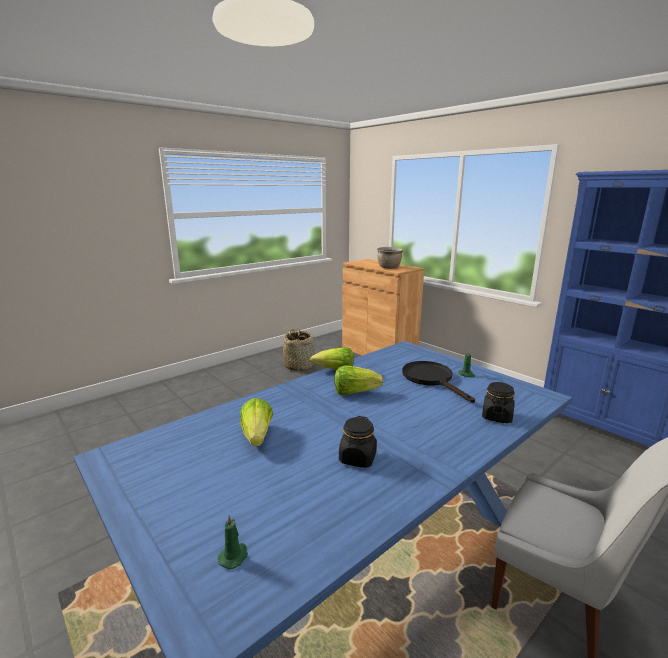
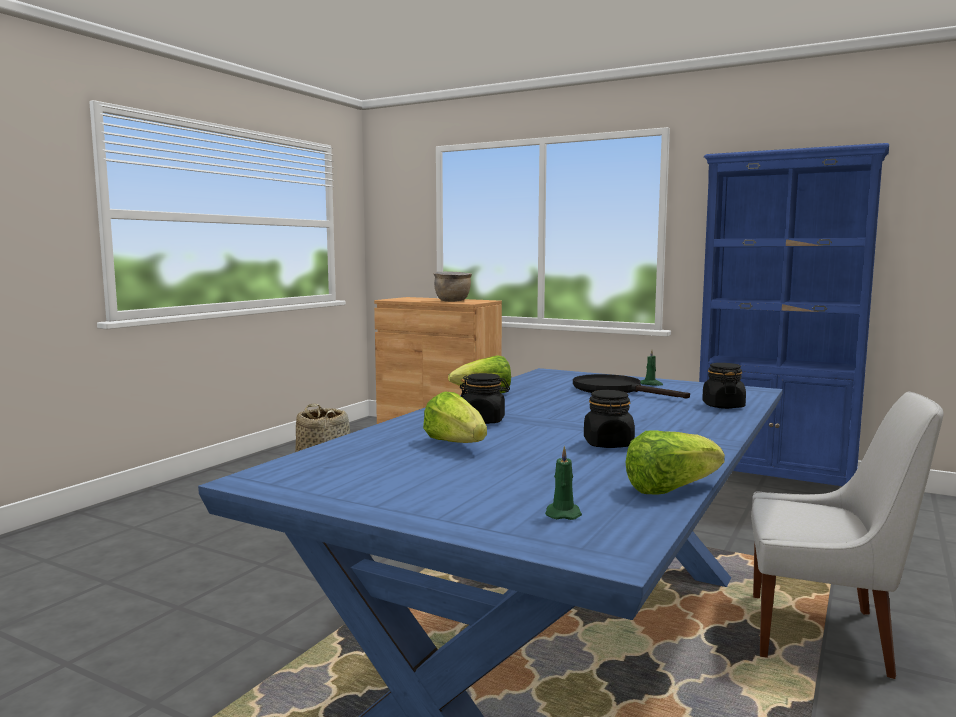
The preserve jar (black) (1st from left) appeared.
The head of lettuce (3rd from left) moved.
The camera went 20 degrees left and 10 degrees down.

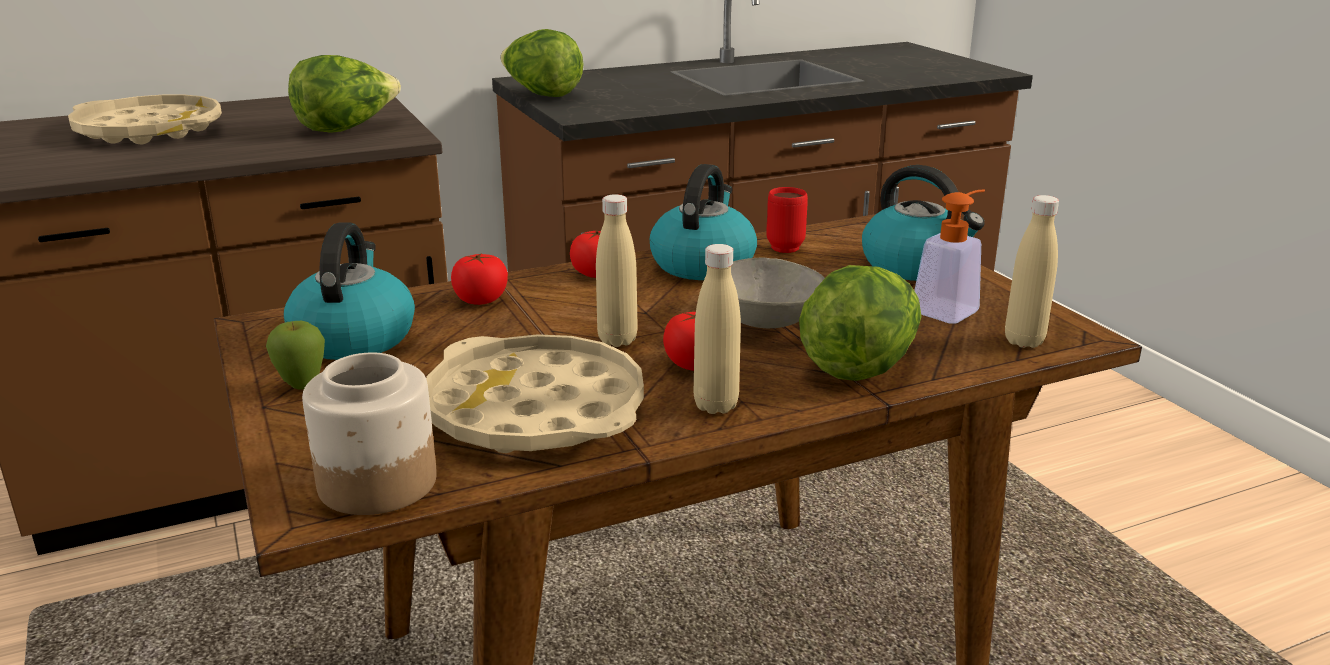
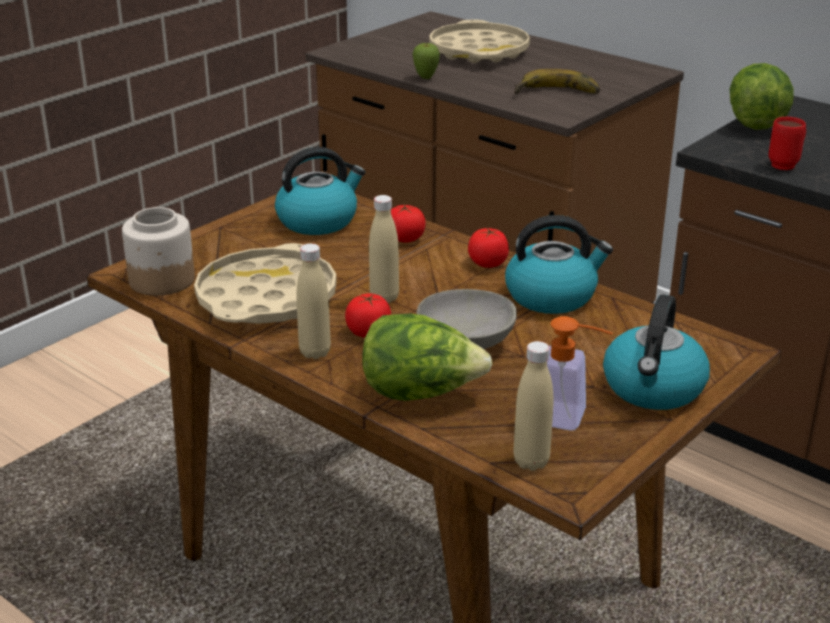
The apple fruit moved.
The head of lettuce (1st from left) was replaced by the whole banana.
The coffee mug (reddish) moved.
The camera went 65 degrees right and 5 degrees up.

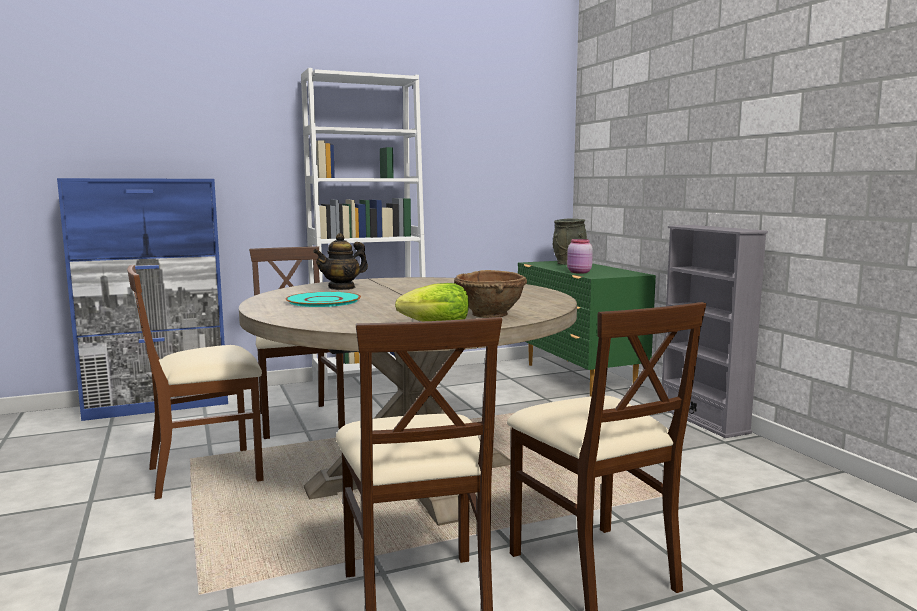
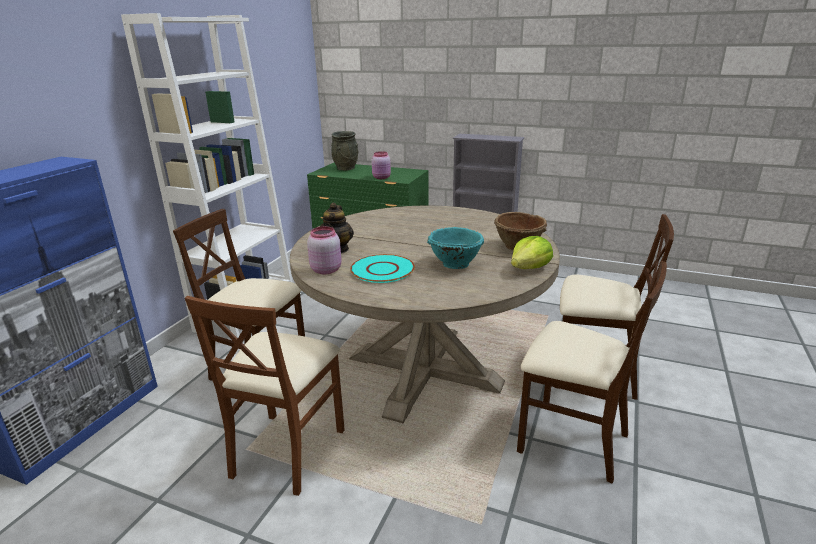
The preserve jar (pinkish) (1st from left) appeared.
The serving bowl (turquoise-coloured) appeared.
The camera went 45 degrees left and 15 degrees up.

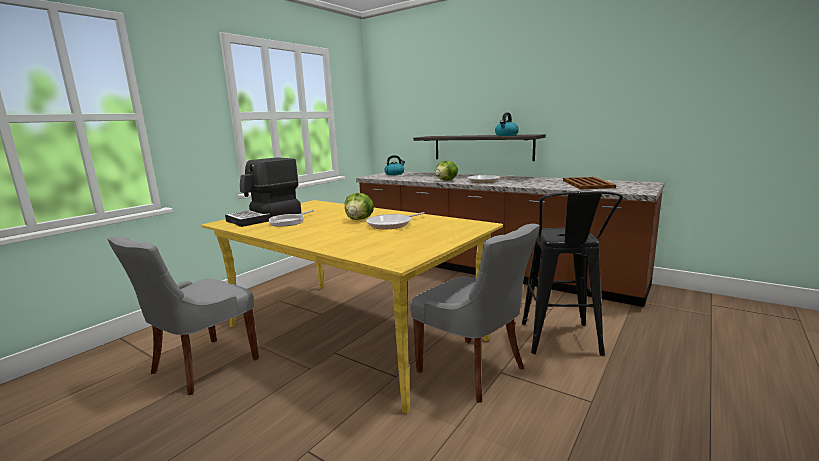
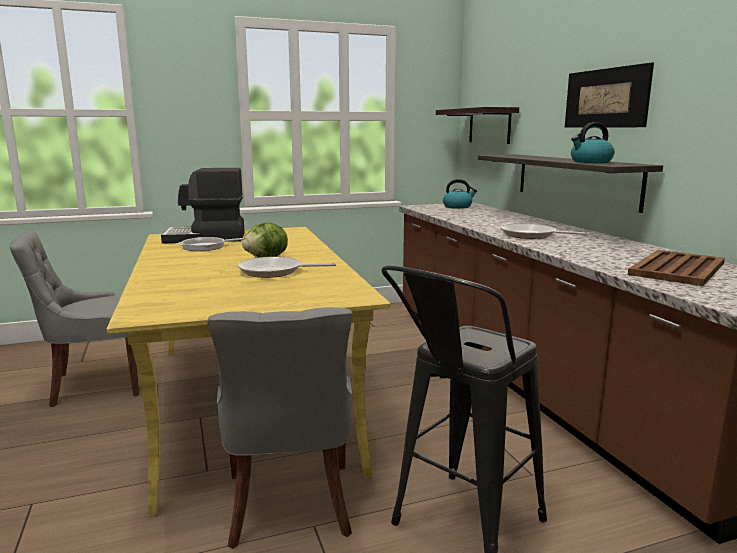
The wall shelf (1st from left) appeared.
The picture appeared.
The head of lettuce (2nd from left) disappeared.
The camera went 35 degrees right and 0 degrees up.

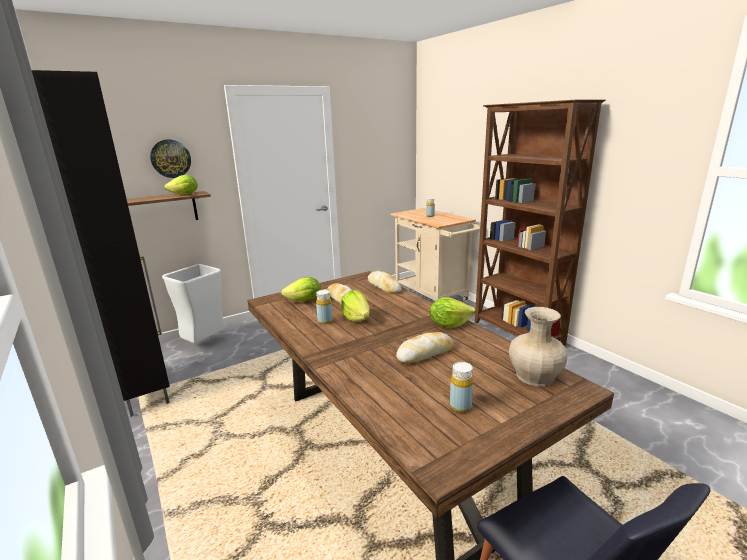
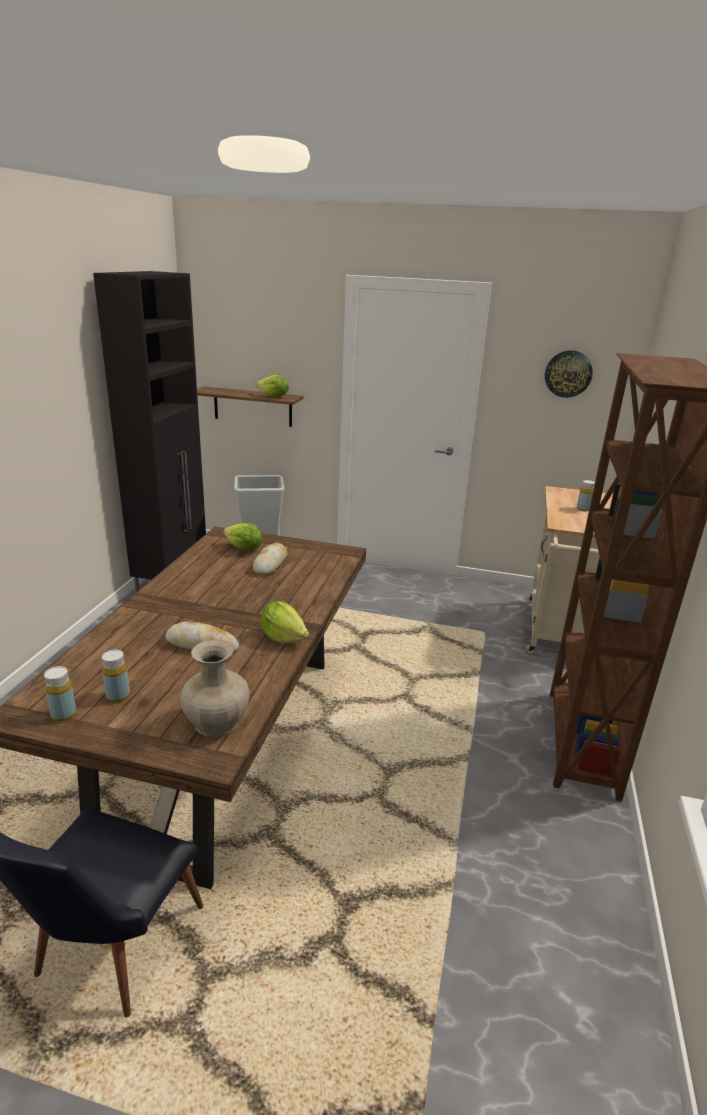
The drink bottle (yellowish) (1st from left) moved.
The clock on the wall moved.
The head of lettuce (3rd from left) disappeared.
The baked bread (2nd from left) disappeared.
The camera went 45 degrees right and 5 degrees up.

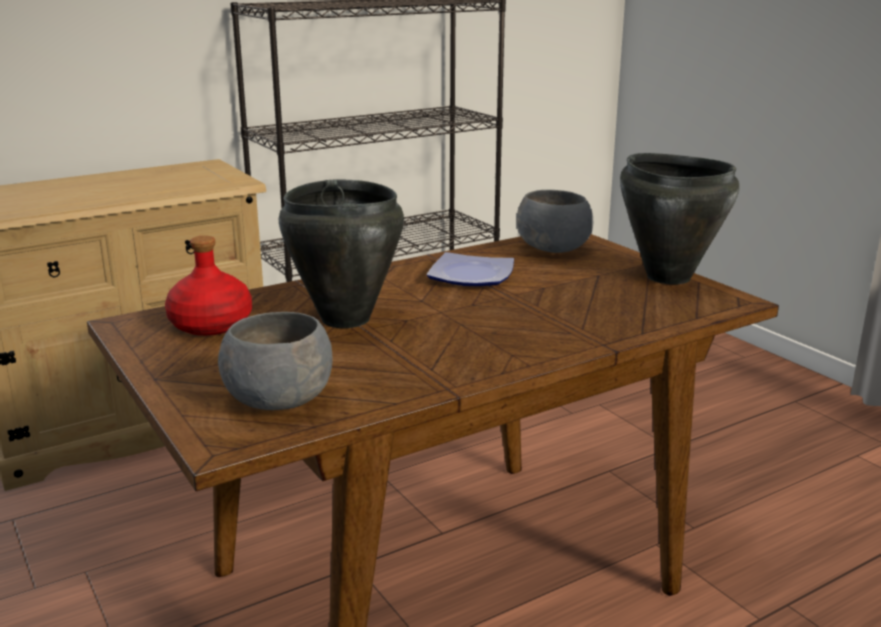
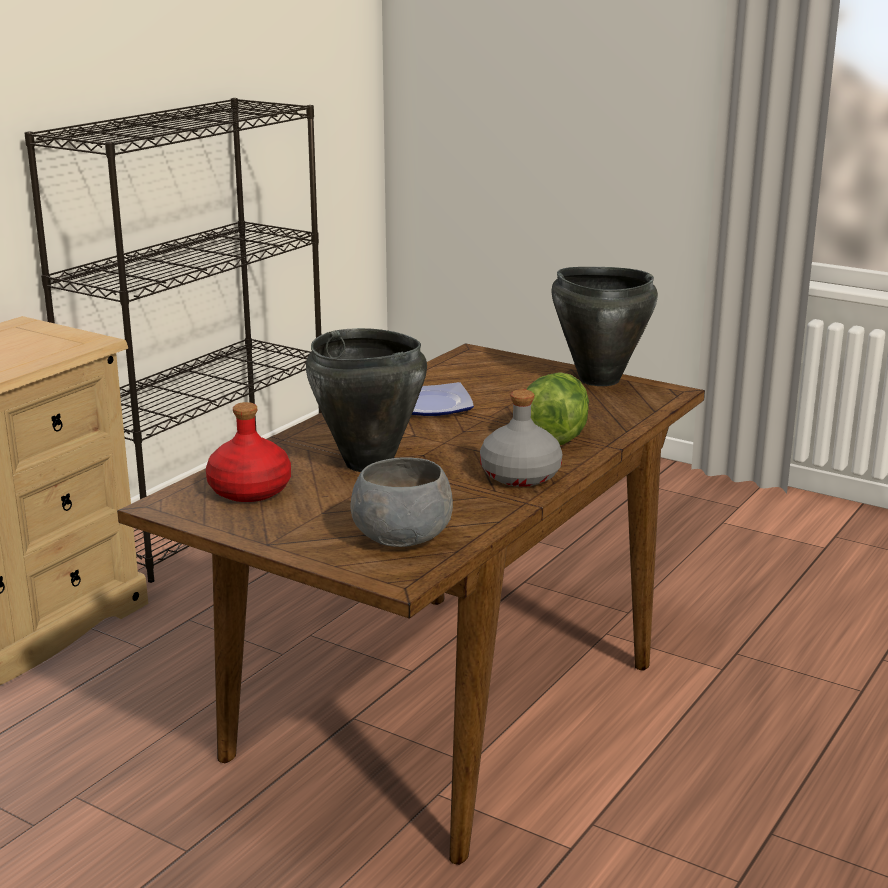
The drink bottle (greyish) appeared.
The head of lettuce appeared.
The serving bowl (greyish) (2nd from left) disappeared.
The camera went 25 degrees left and 0 degrees up.

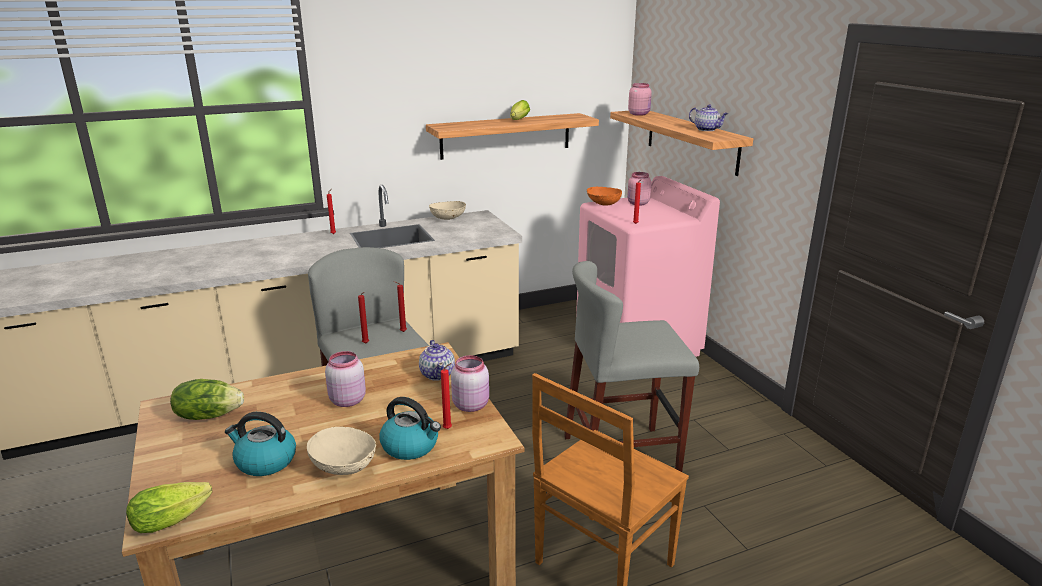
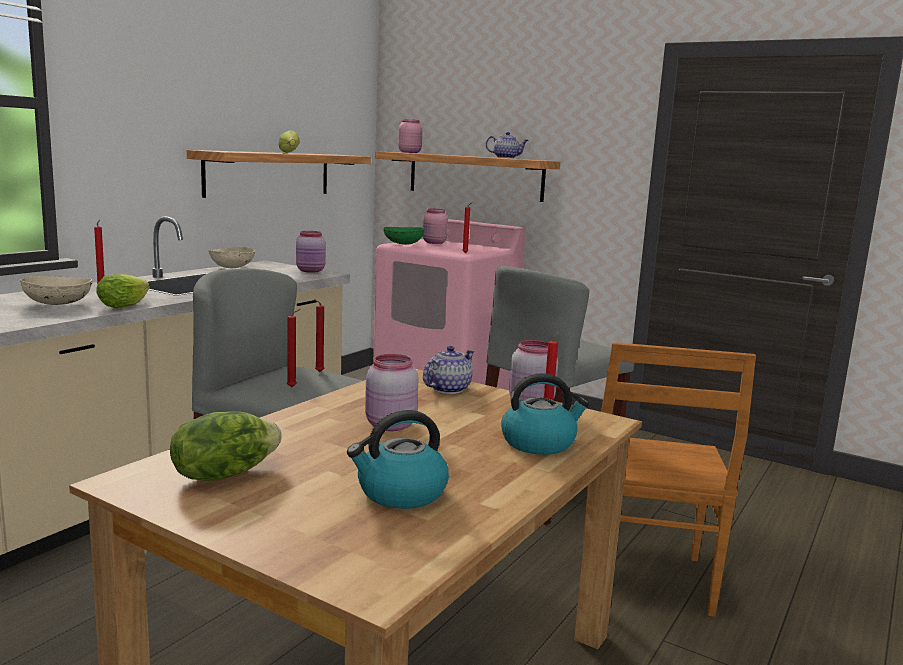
The serving bowl (beige-coloured) (1st from left) moved.
The head of lettuce (1st from left) moved.
The preserve jar (pinkish) (1st from left) appeared.
The serving bowl (orange-coloured) became the serving bowl (green).
The teapot (1st from left) turned 90 degrees counterclockwise.
The camera went 35 degrees left and 10 degrees down.

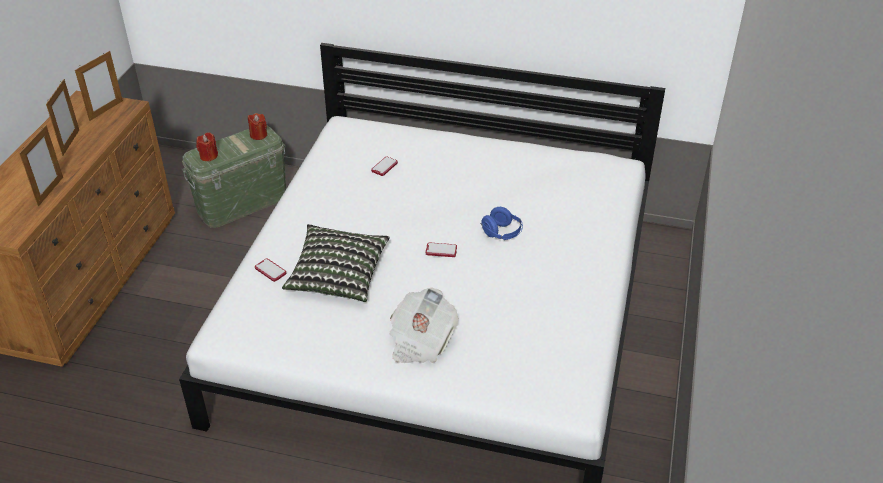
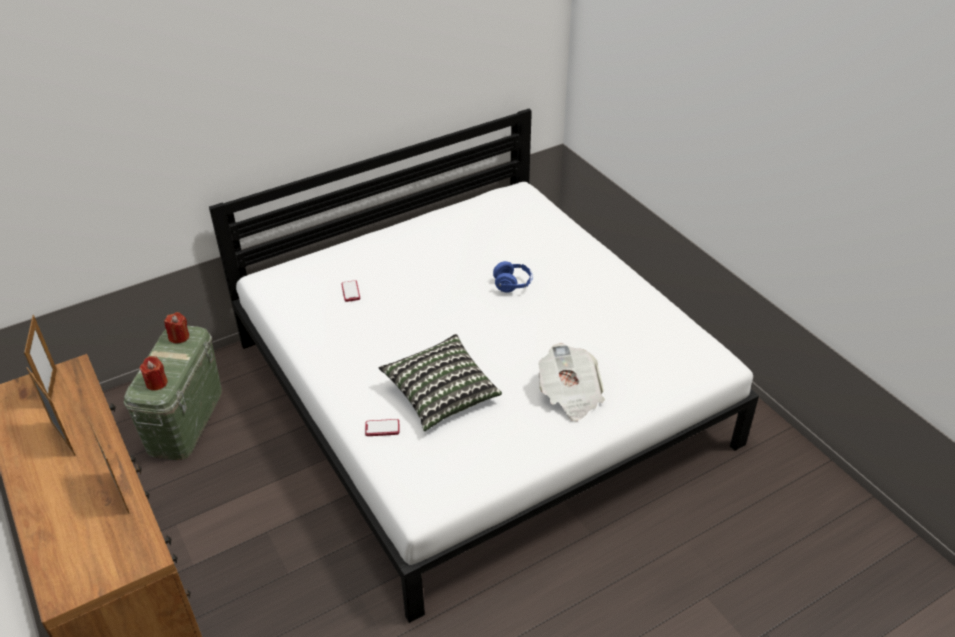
The handset (3rd from left) disappeared.
The camera went 45 degrees left and 0 degrees up.

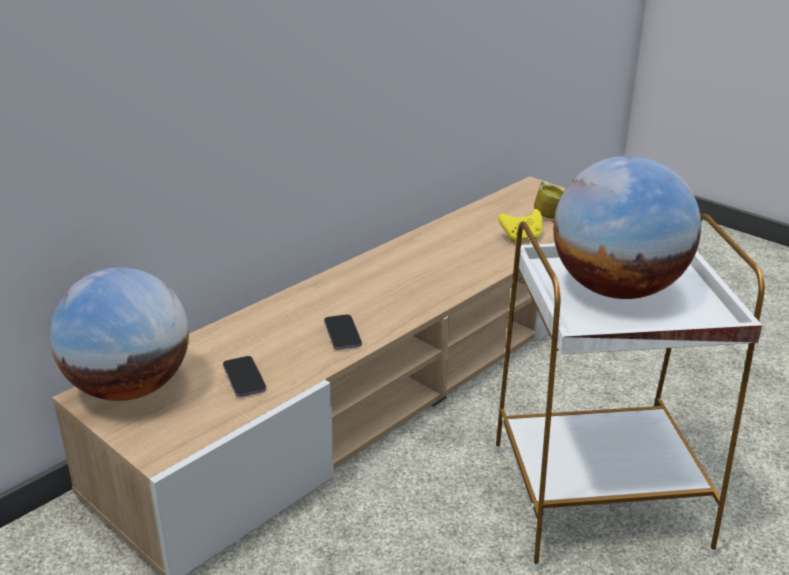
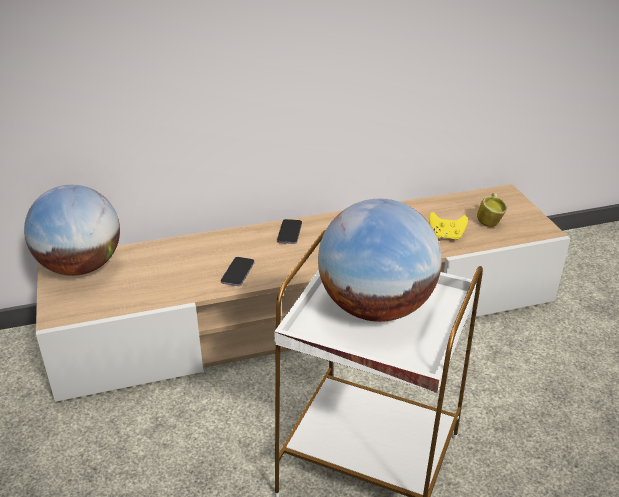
The handset (1st from left in the first image) moved.
The camera went 30 degrees right and 5 degrees up.

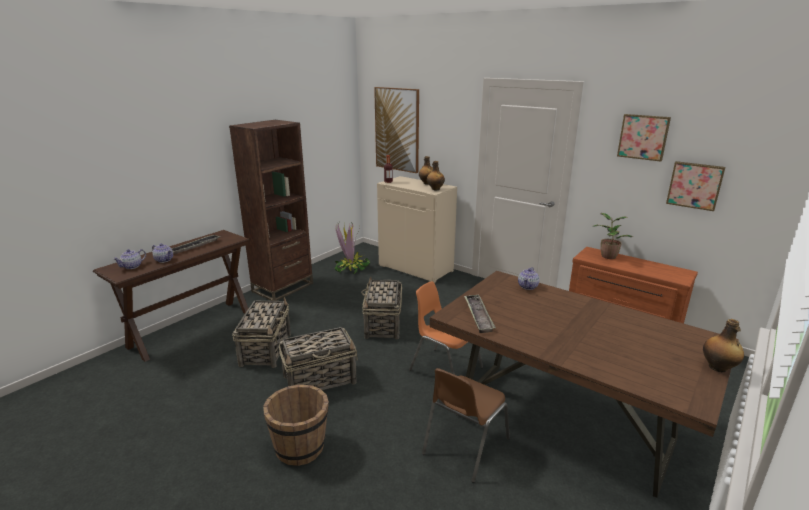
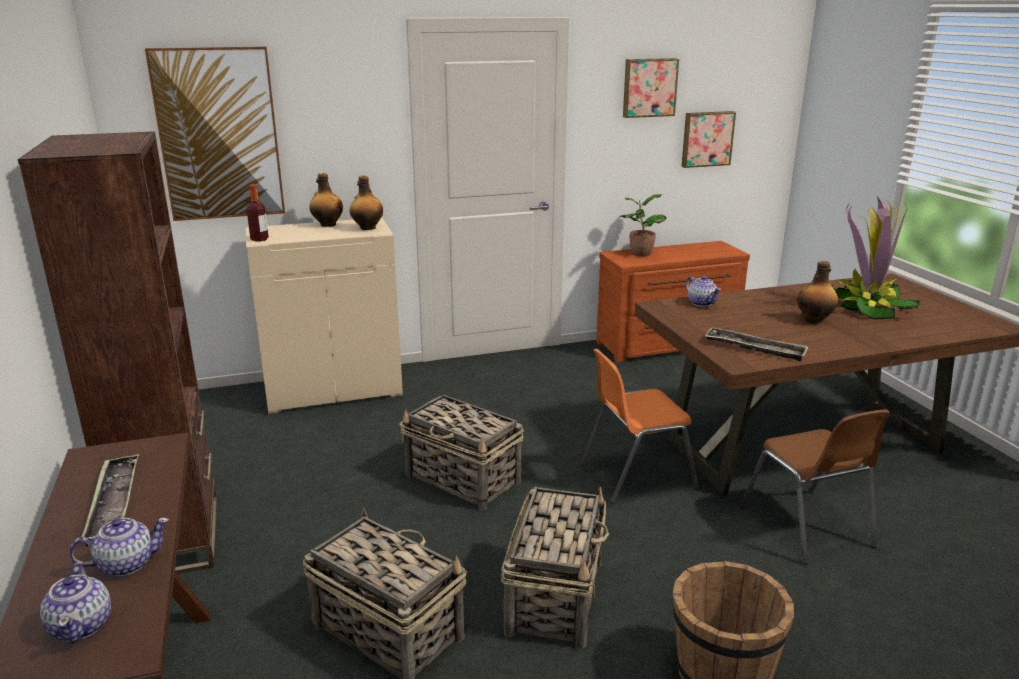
The drink bottle (4th from left) moved.
The plant in a pot (1st from left in the first image) moved.
The camera went 55 degrees left and 0 degrees up.

